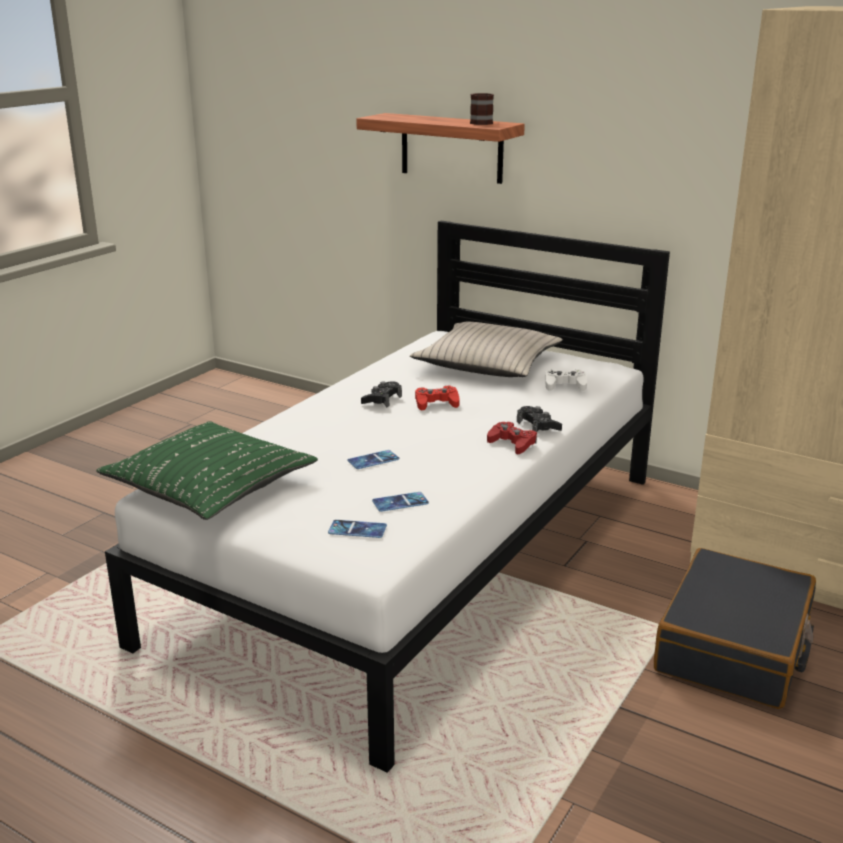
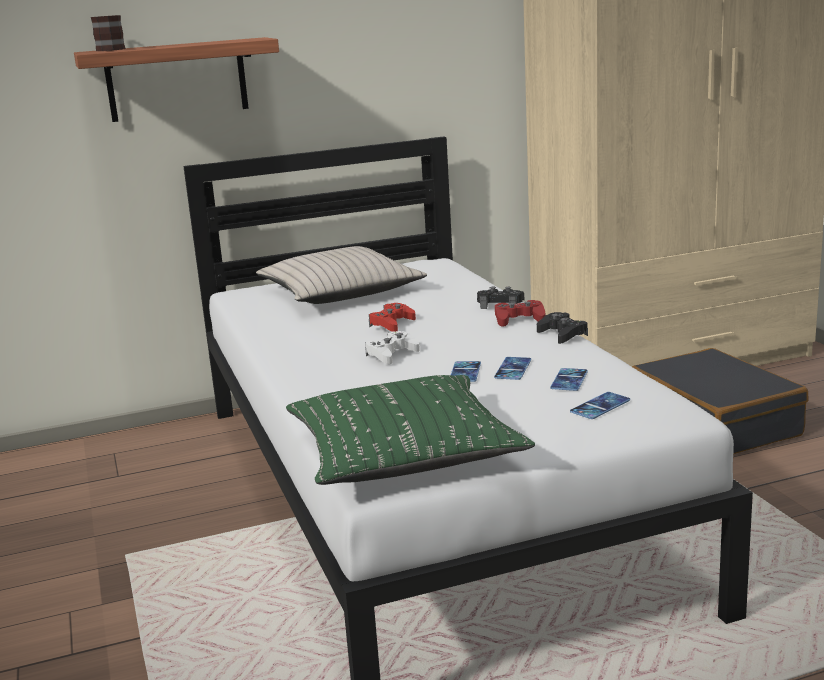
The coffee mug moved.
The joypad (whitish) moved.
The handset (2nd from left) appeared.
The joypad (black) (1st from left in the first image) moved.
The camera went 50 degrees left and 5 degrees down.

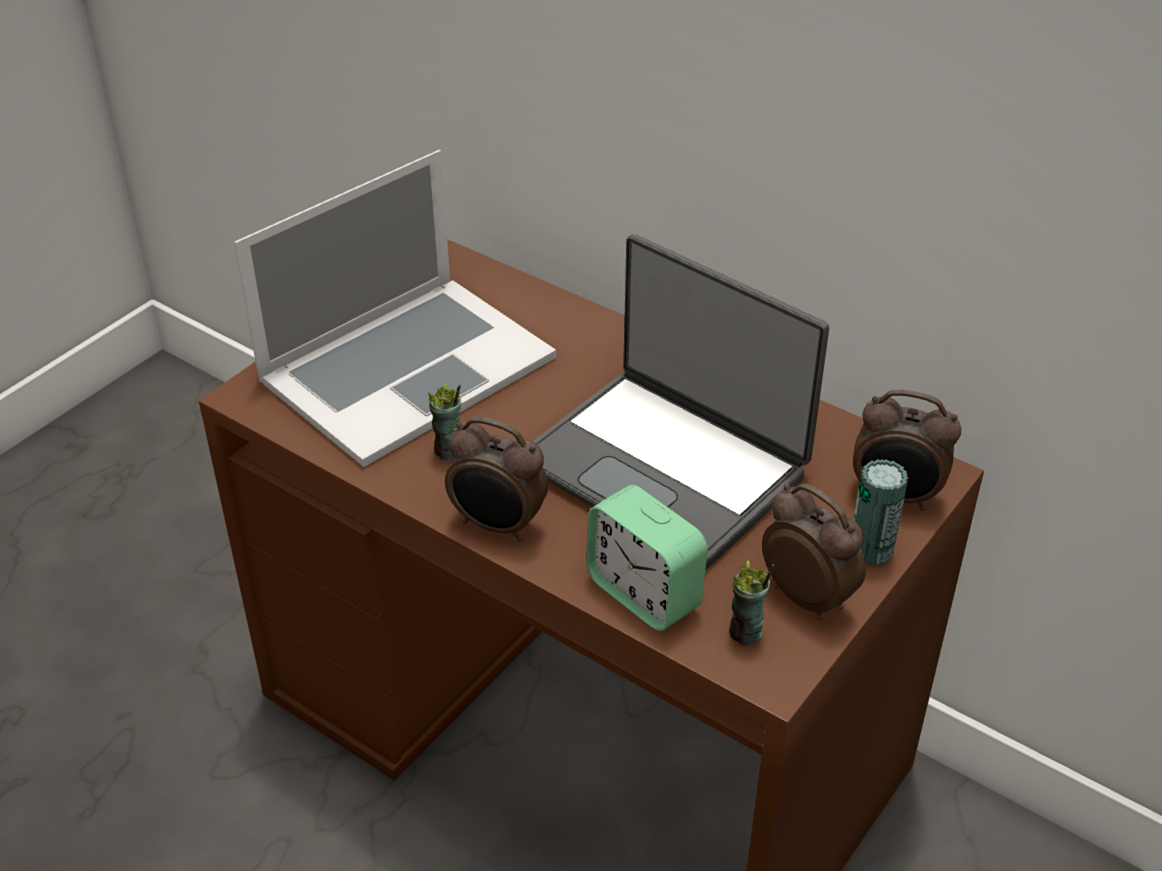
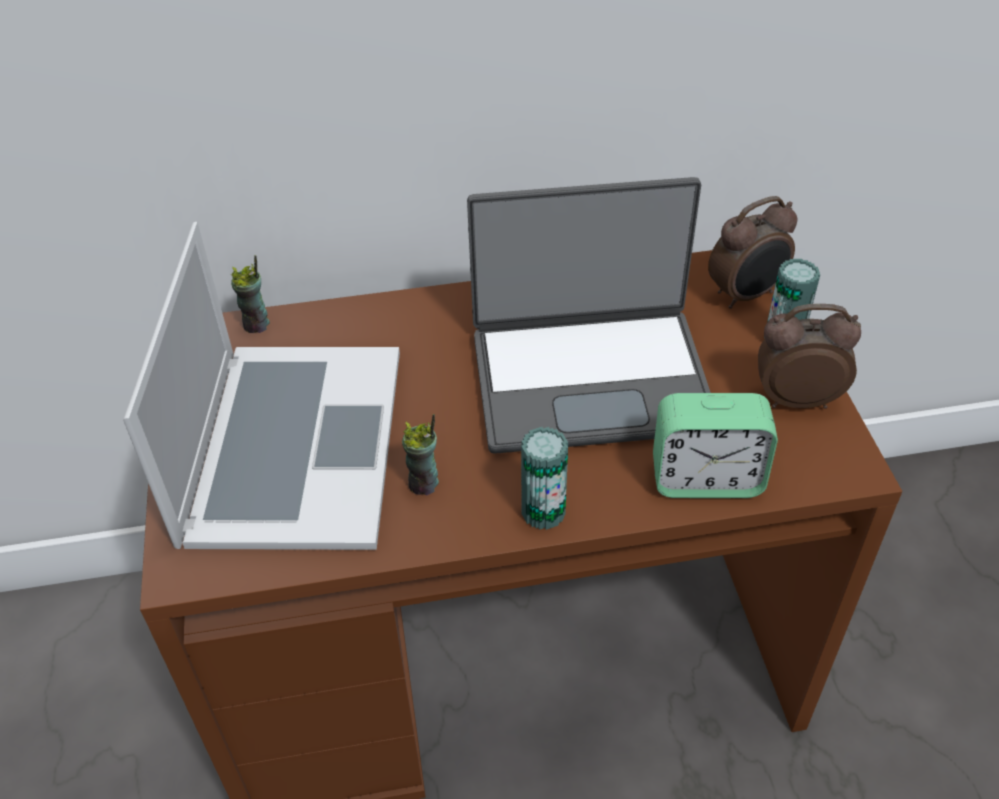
The drinking cup (2nd from left in the first image) moved.
The alarm clock (1st from left) was replaced by the can (1st from left).
The camera went 45 degrees left and 5 degrees up.

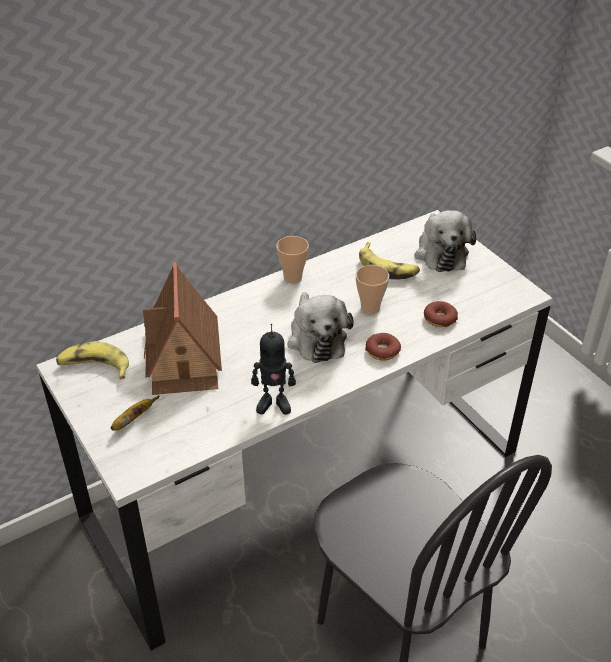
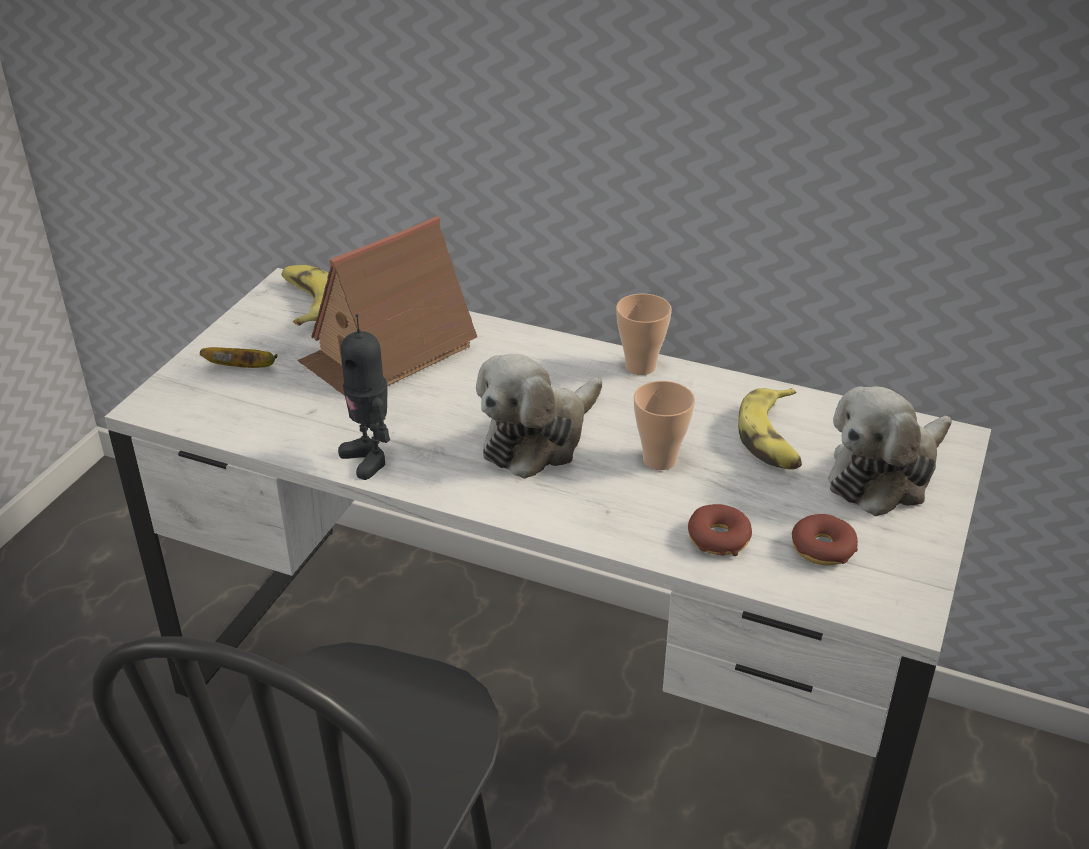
The ring doughnut (1st from left in the first image) moved.
The camera went 55 degrees right and 5 degrees down.

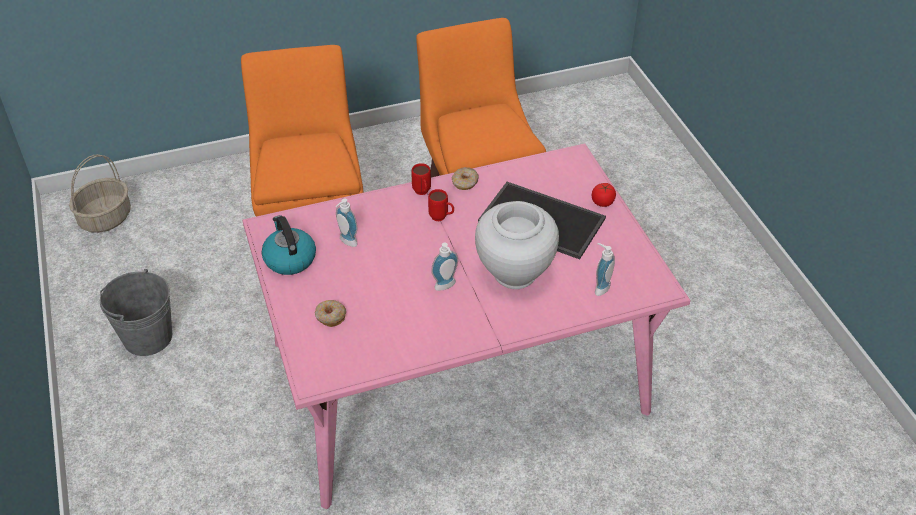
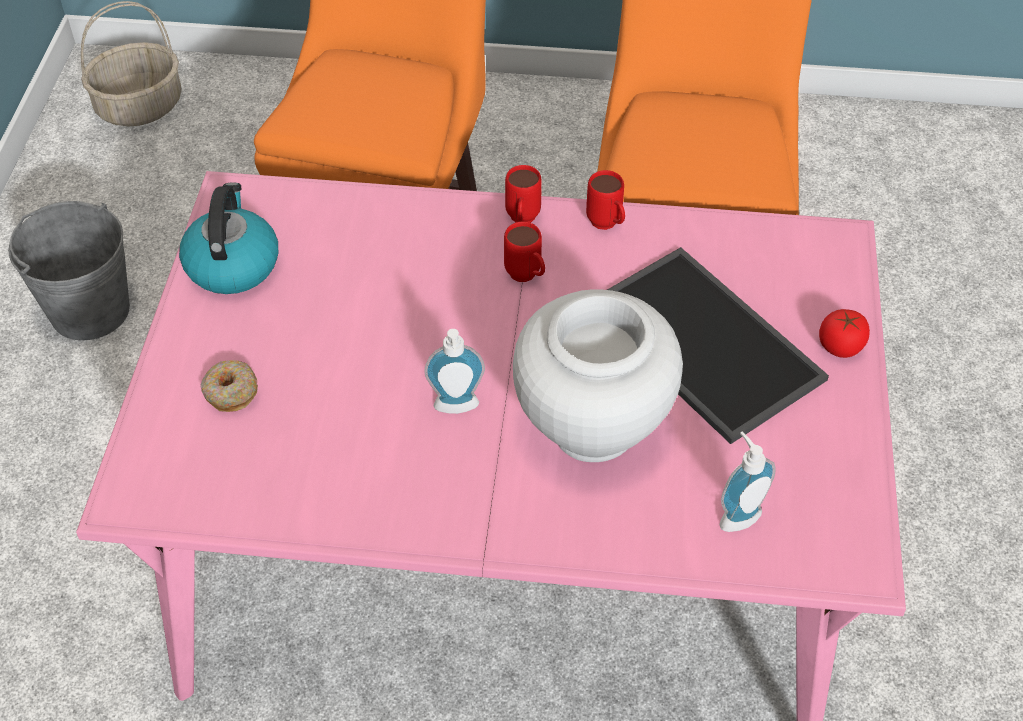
The ring doughnut (2nd from left) was replaced by the coffee mug (reddish) (3rd from left).
The soap bottle (1st from left) disappeared.
The camera went 25 degrees right and 5 degrees up.

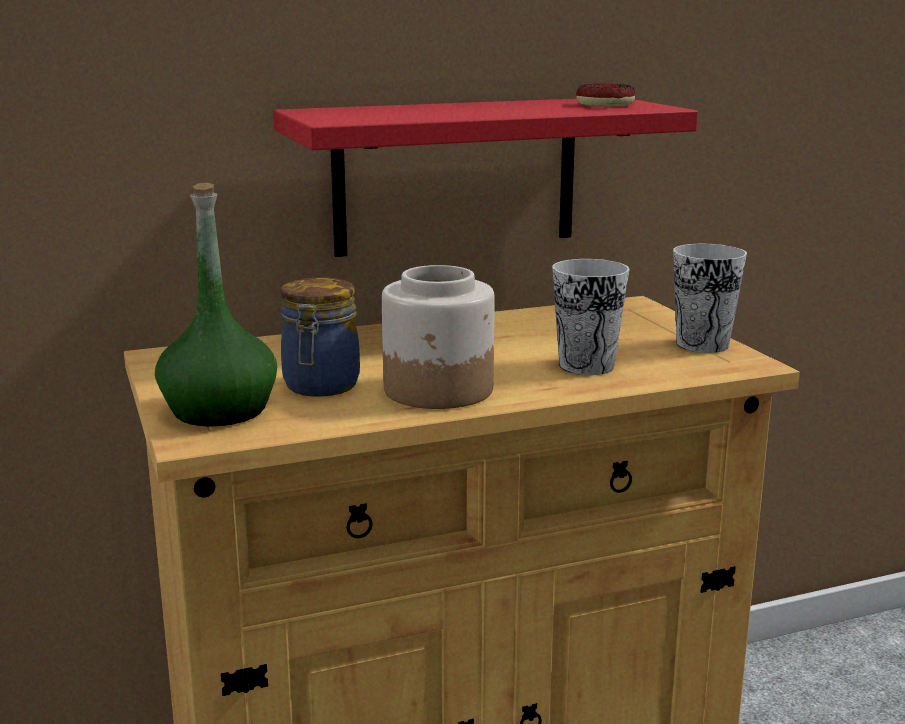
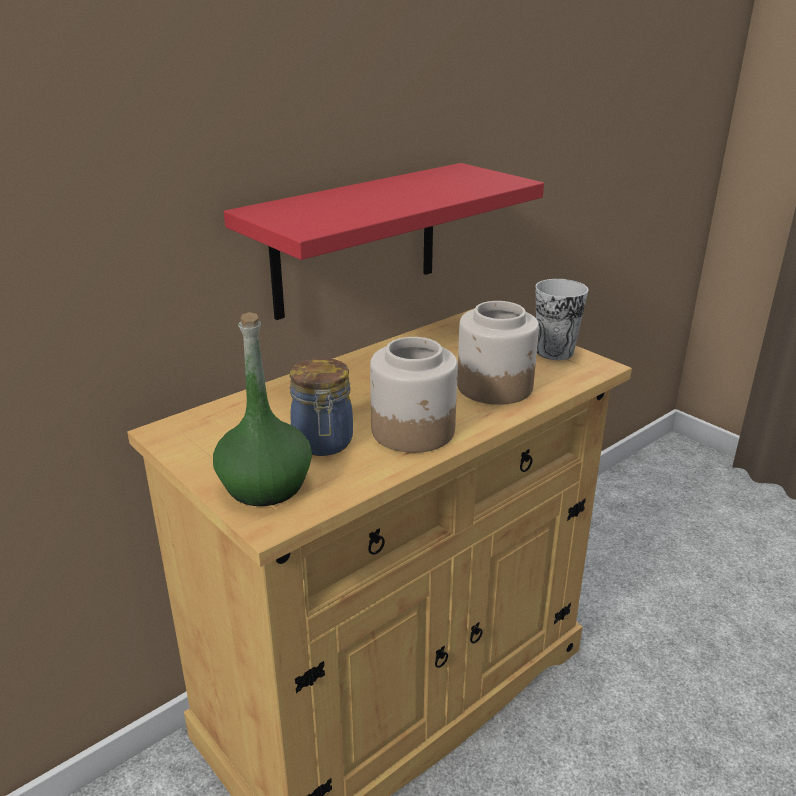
The drinking cup (1st from left) was replaced by the preserve jar (3rd from left).
The ring doughnut disappeared.
The camera went 20 degrees left and 10 degrees up.

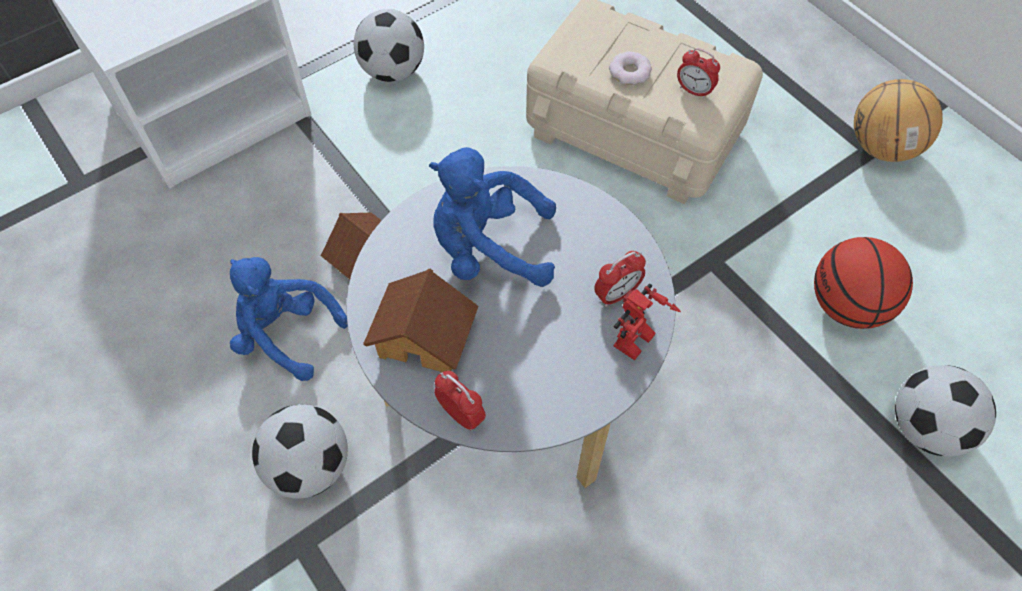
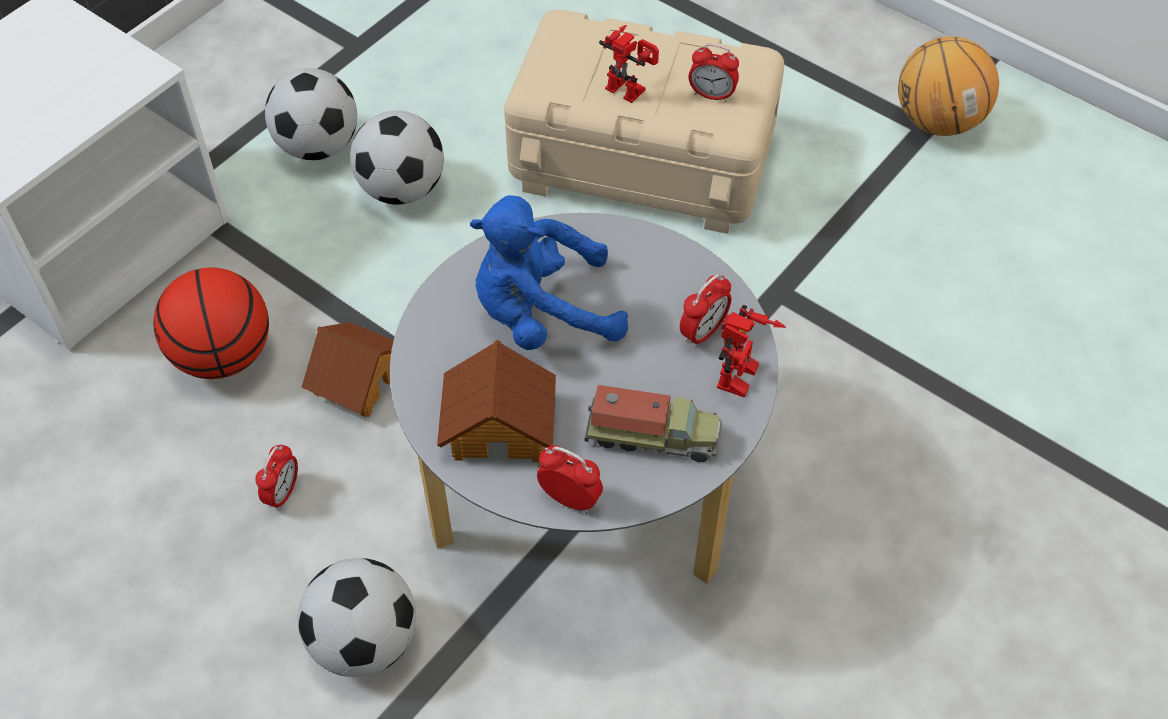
The ball for basketball (1st from left) moved.
The cuddly toy (blue) (1st from left) was replaced by the alarm clock (1st from left).
The football ball (3rd from left) moved.
The model truck appeared.
The ring doughnut was replaced by the robot figure (1st from left).
The camera went 15 degrees left and 5 degrees down.

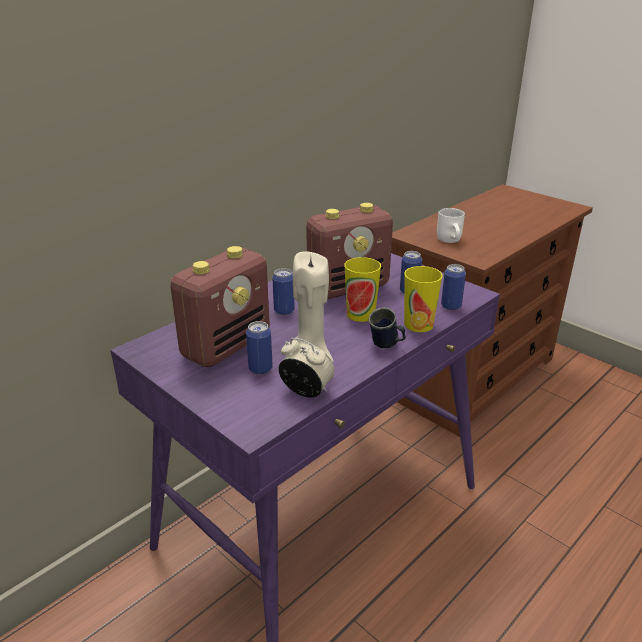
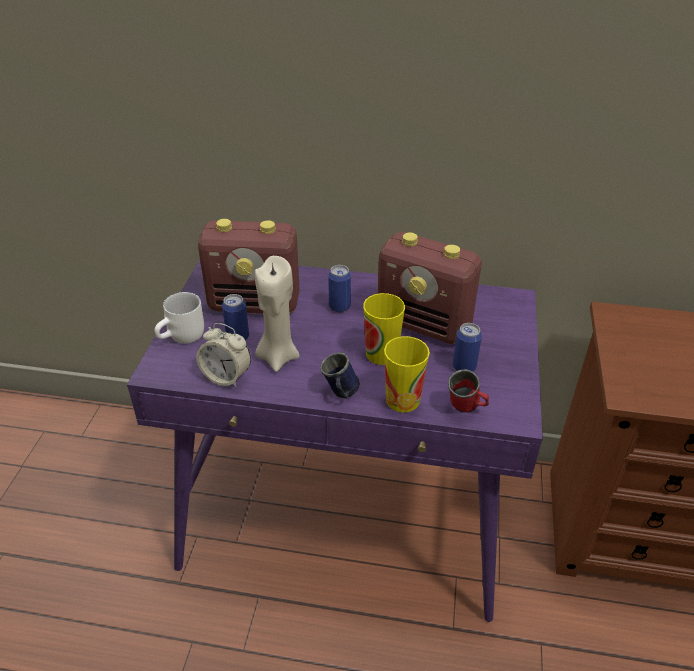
The coffee mug (whitish) moved.
The alarm clock turned 120 degrees clockwise.
The can (4th from left) was replaced by the coffee mug (reddish).
The camera went 55 degrees right and 10 degrees up.

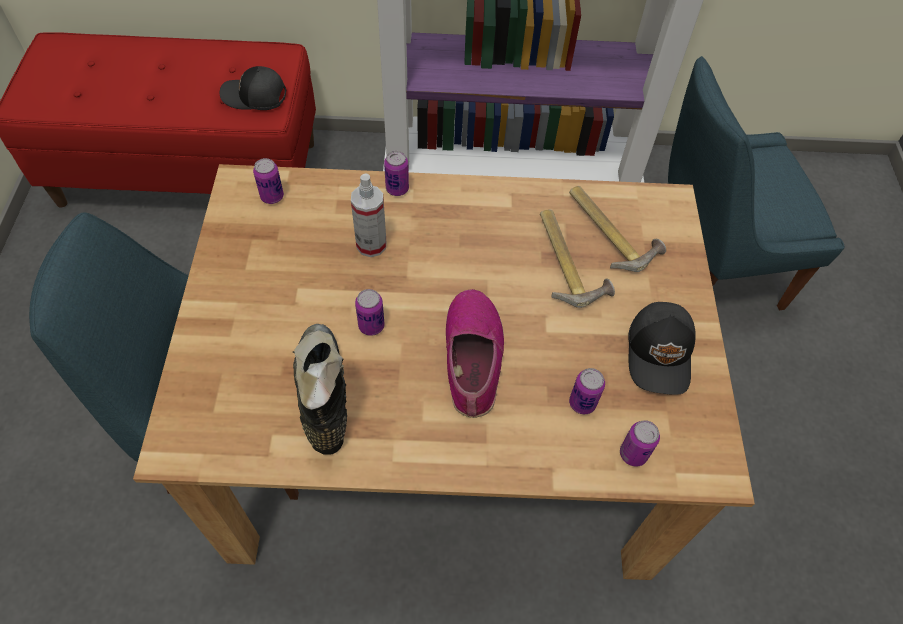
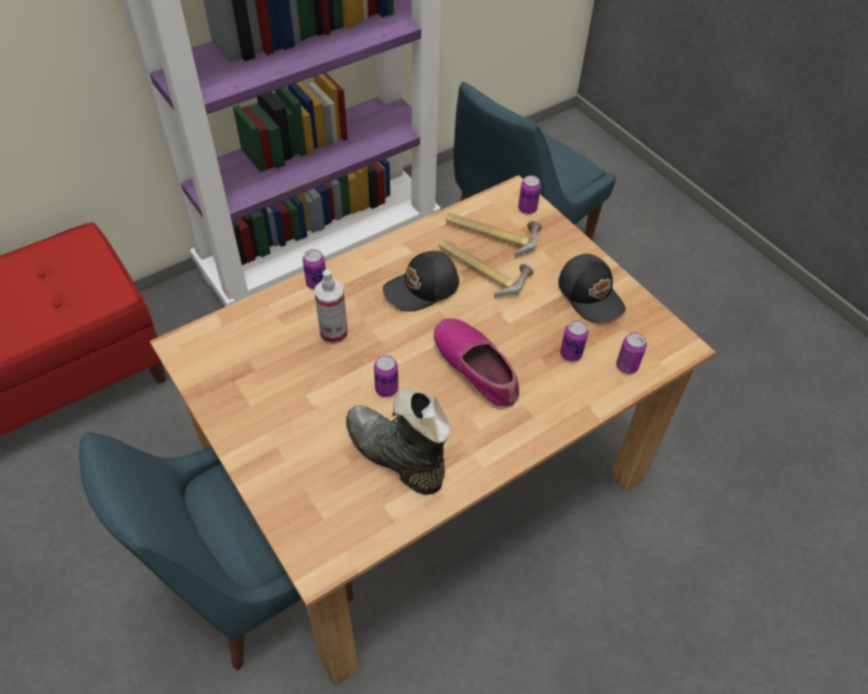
The baseball cap (black) (1st from left) moved.
The can (1st from left in the first image) moved.
The camera went 35 degrees left and 5 degrees down.

